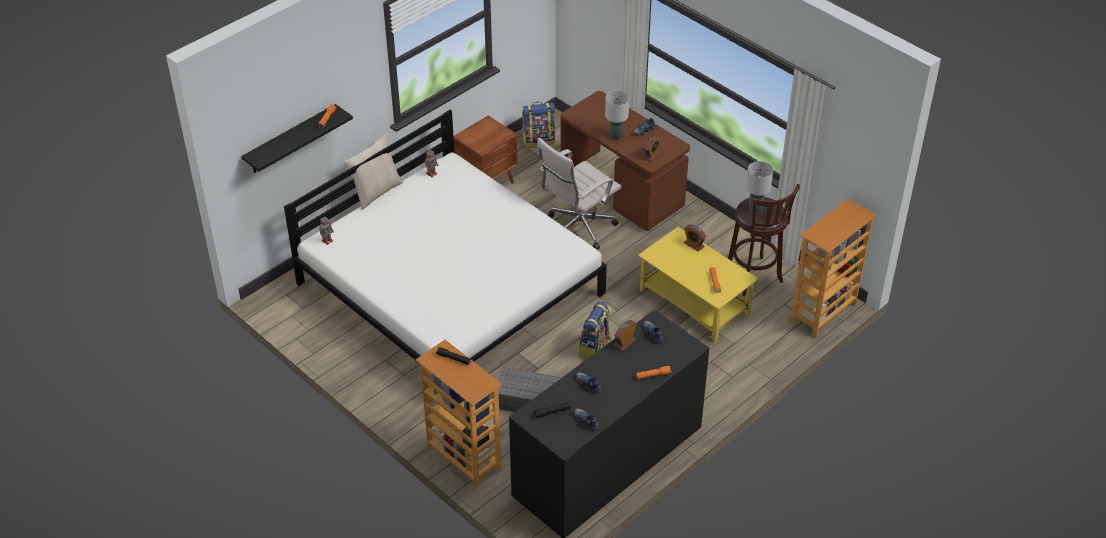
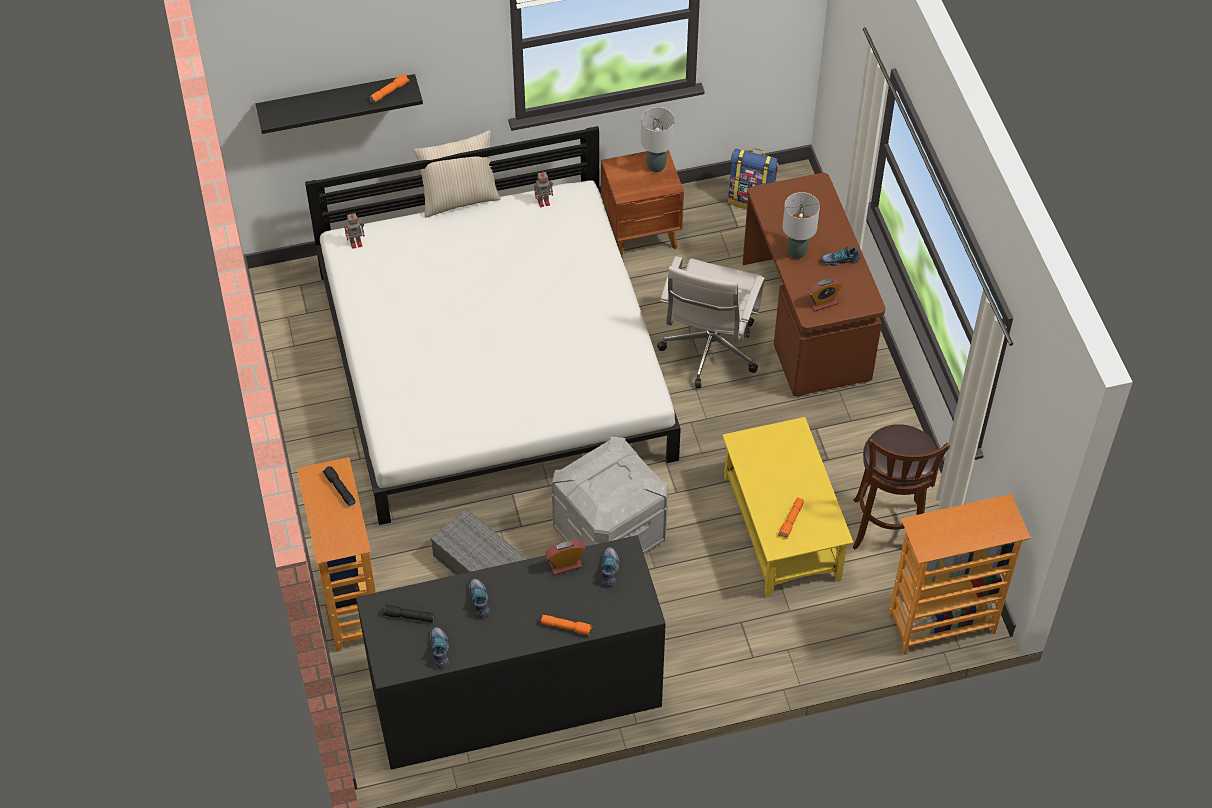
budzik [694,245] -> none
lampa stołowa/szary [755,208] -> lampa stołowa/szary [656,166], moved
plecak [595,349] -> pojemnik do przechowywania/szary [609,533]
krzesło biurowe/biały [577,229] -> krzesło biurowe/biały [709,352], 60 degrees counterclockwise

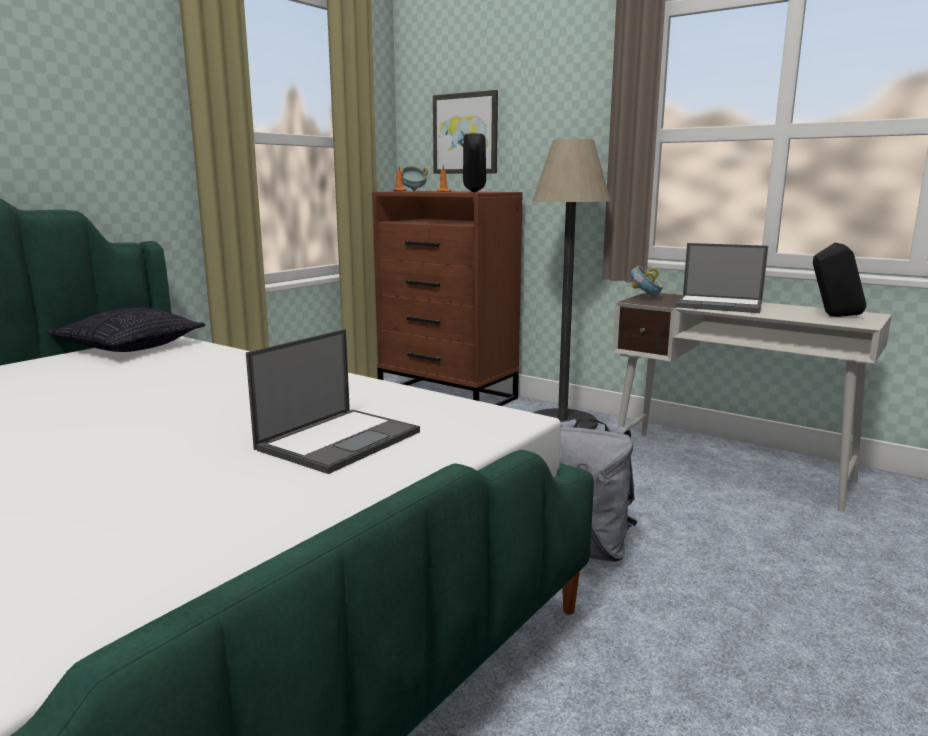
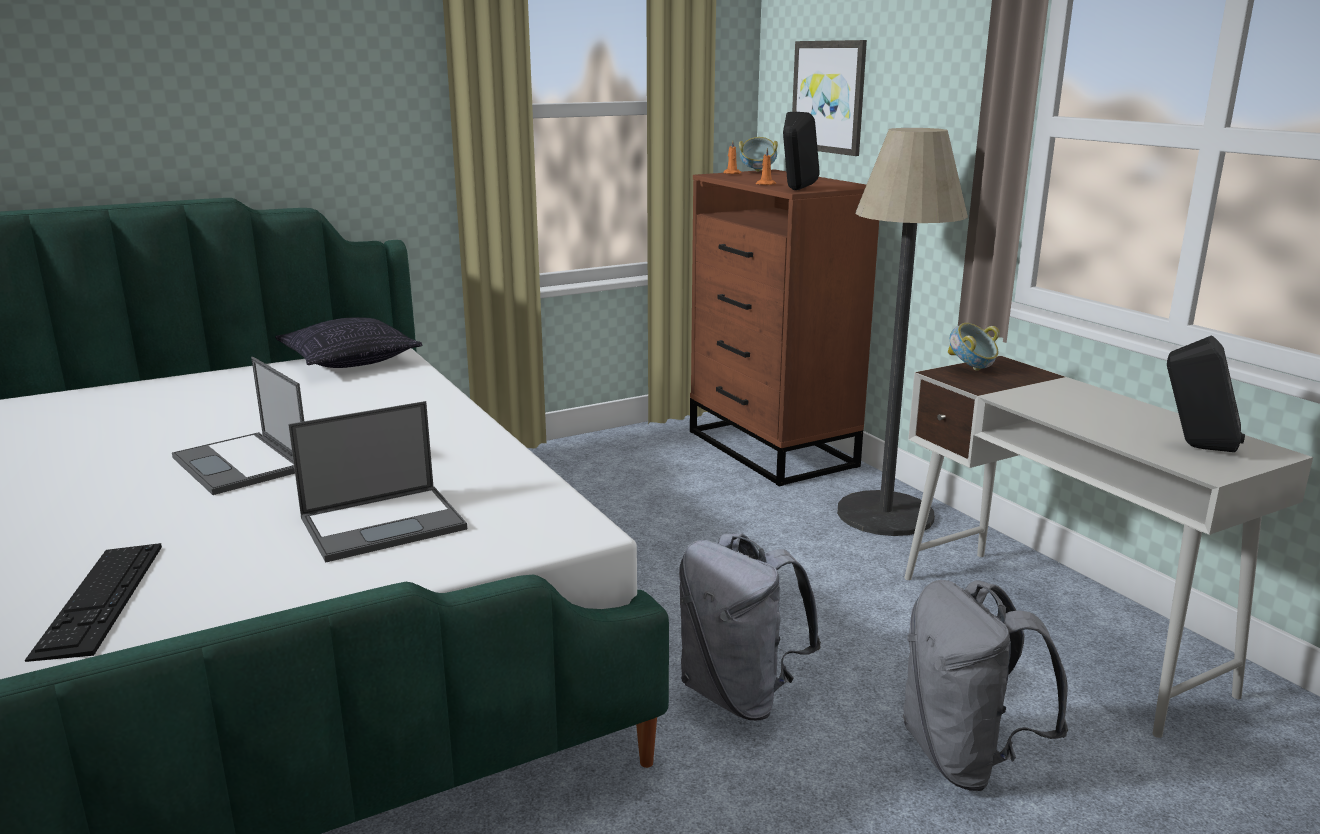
none -> klawiatura [100,598]
none -> plecak/szary [965,758]
laptop [720,305] -> laptop [242,464], moved

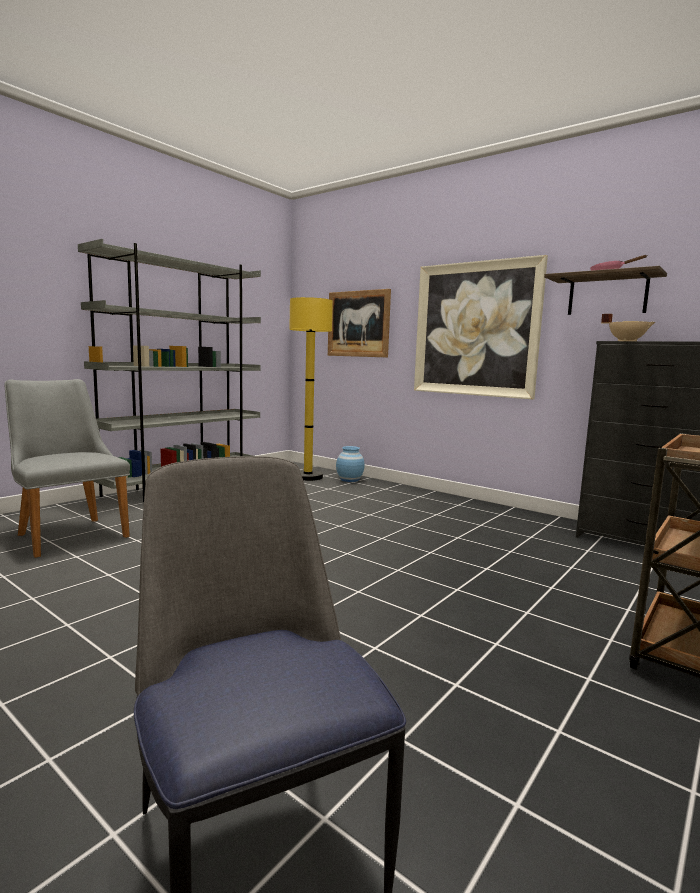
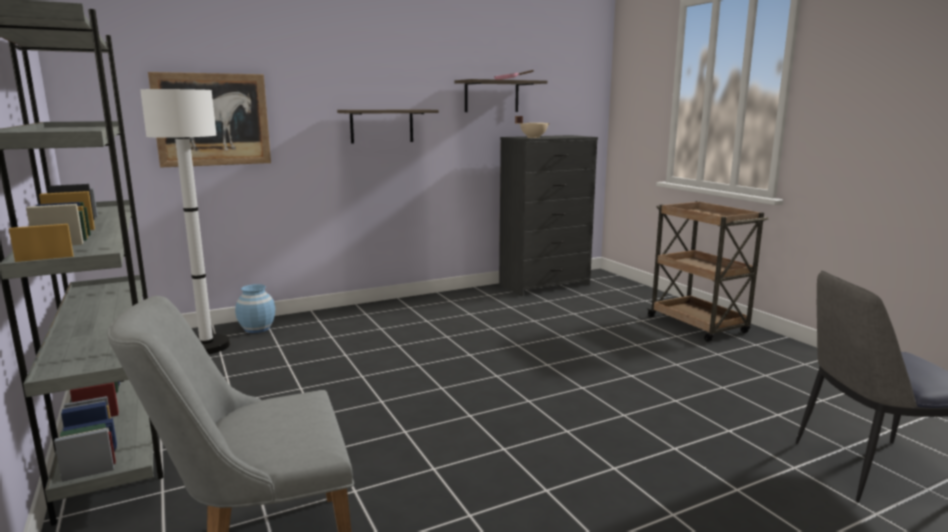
obraz [475,329] -> półka [382,126]
lampa stojąca/żółty [307,477] -> lampa stojąca/biały [207,346]

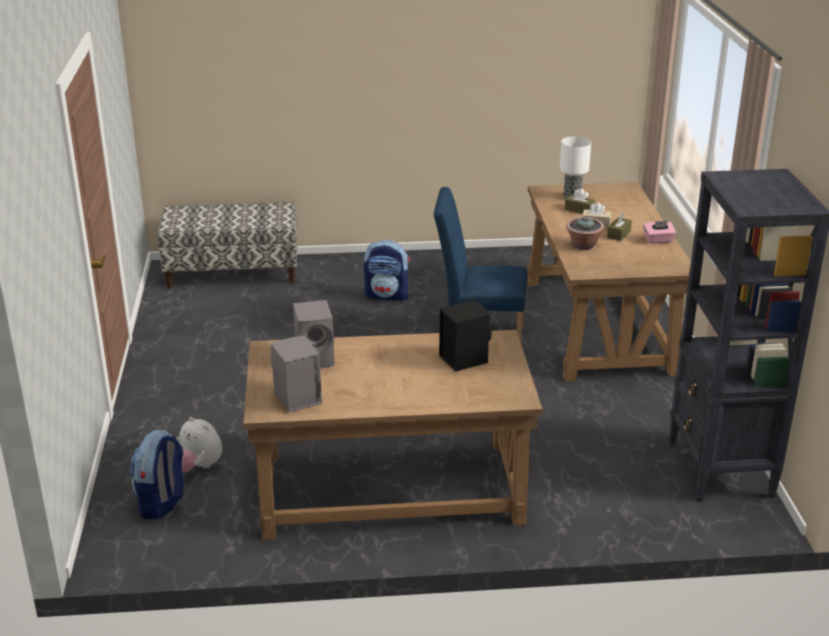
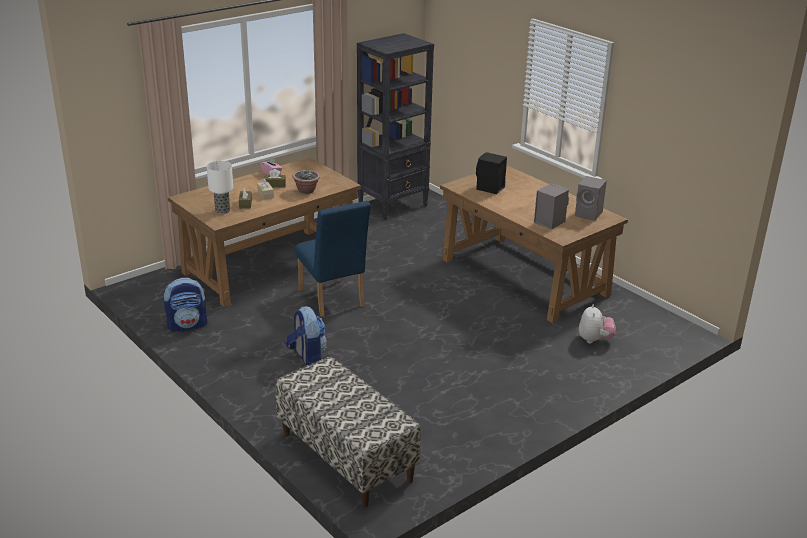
plecak [162,503] -> plecak [187,325], moved

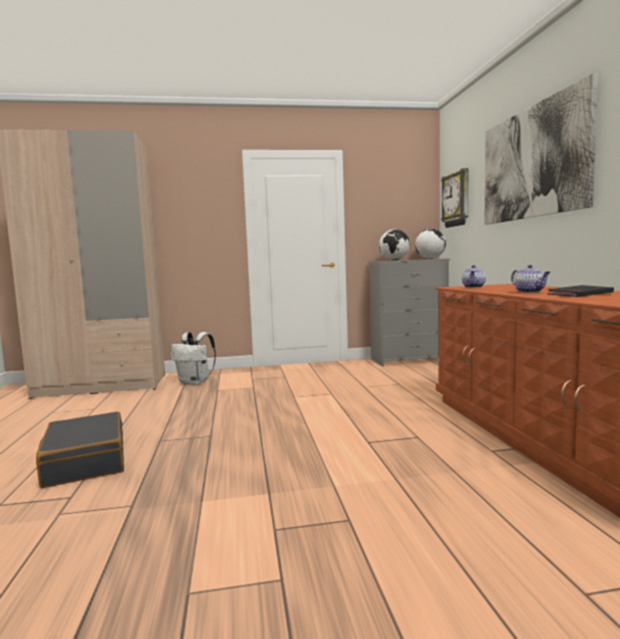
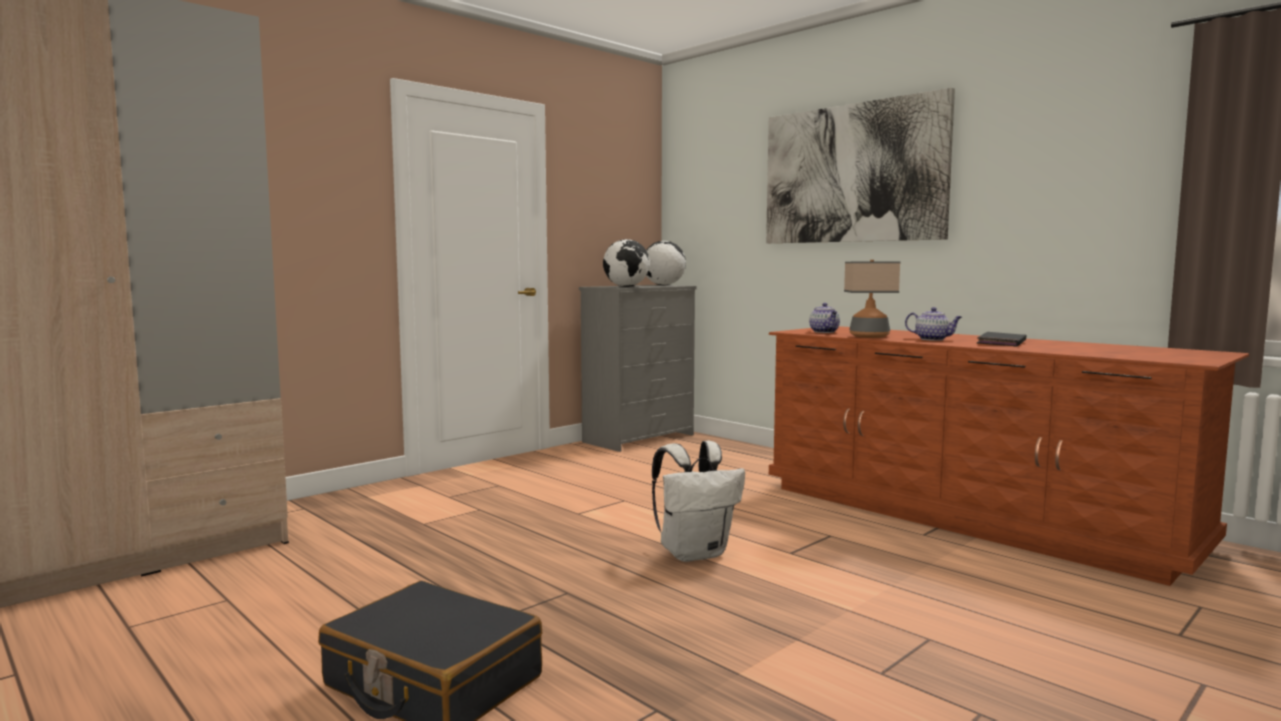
zegar ścienny [457,199] -> none
none -> lampa stołowa [869,336]
plecak/biały [195,382] -> plecak/biały [695,553], moved

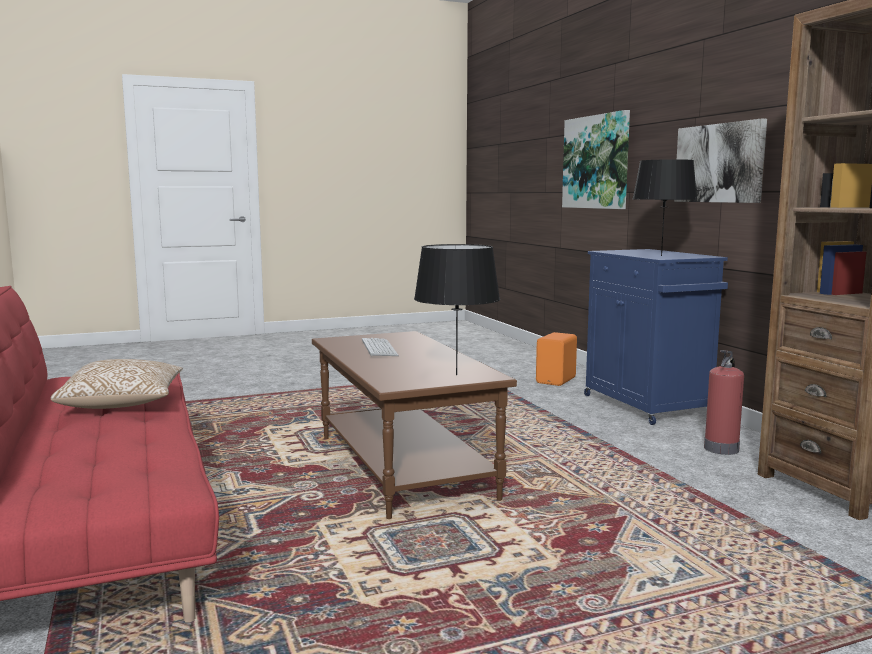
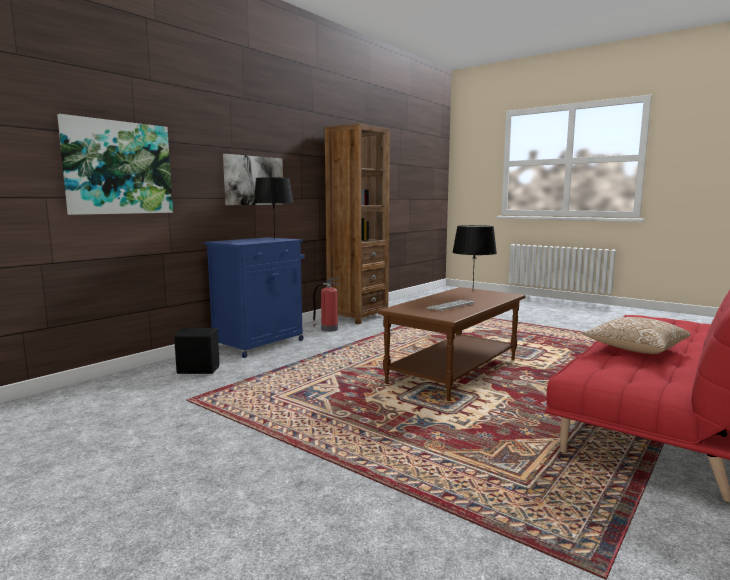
głośnik/pomarańczowy [557,380] -> głośnik/czarny [198,370]

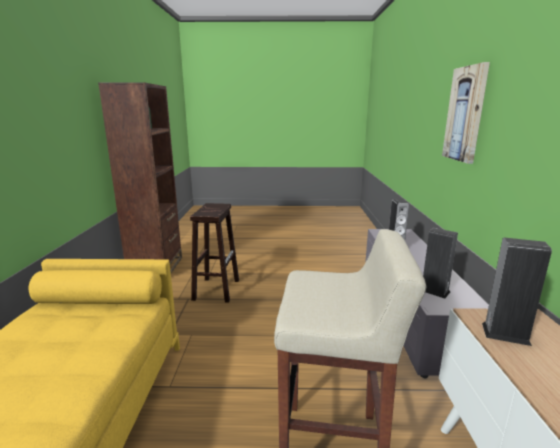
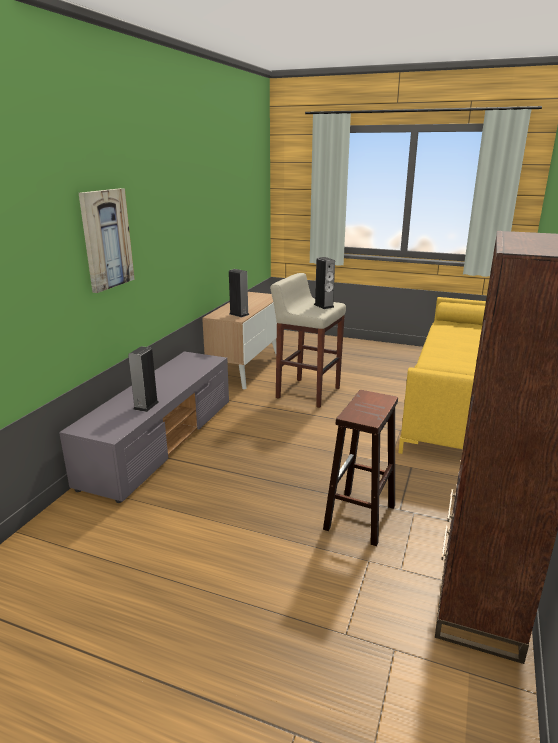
głośnik [434,291] -> głośnik [324,306], moved

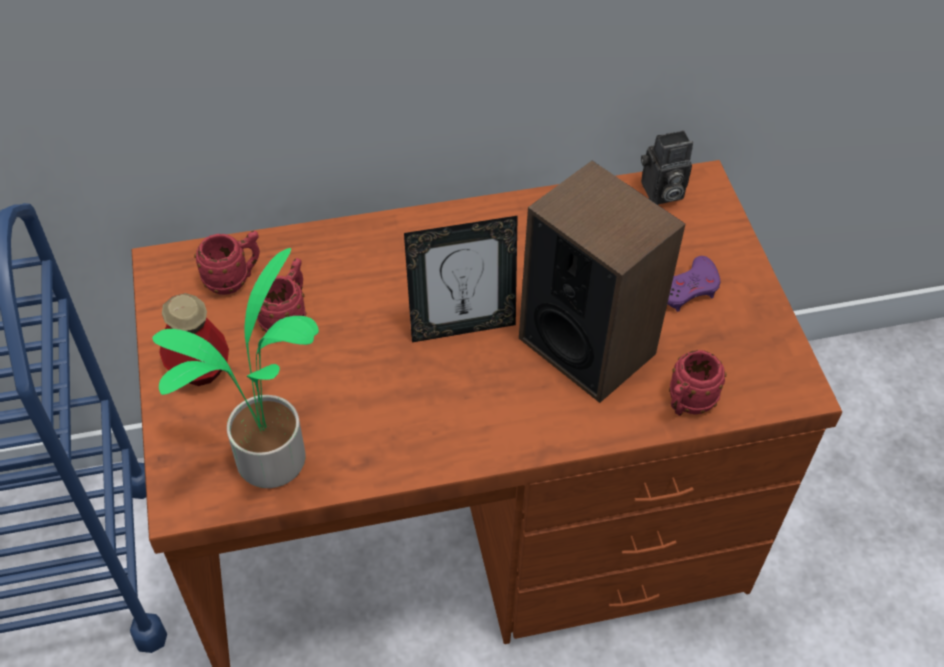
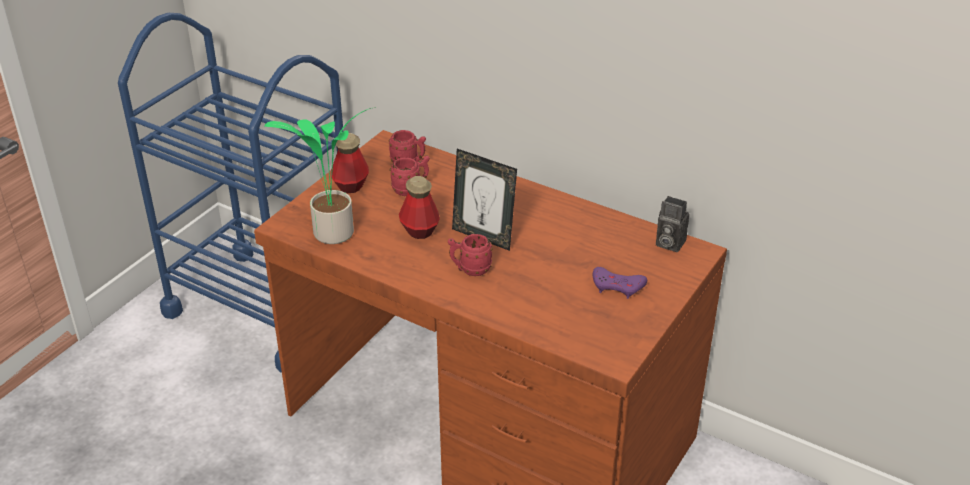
głośnik [587,345] -> none
none -> butelka [419,230]
kubek/czerwony [687,404] -> kubek/czerwony [470,269], moved

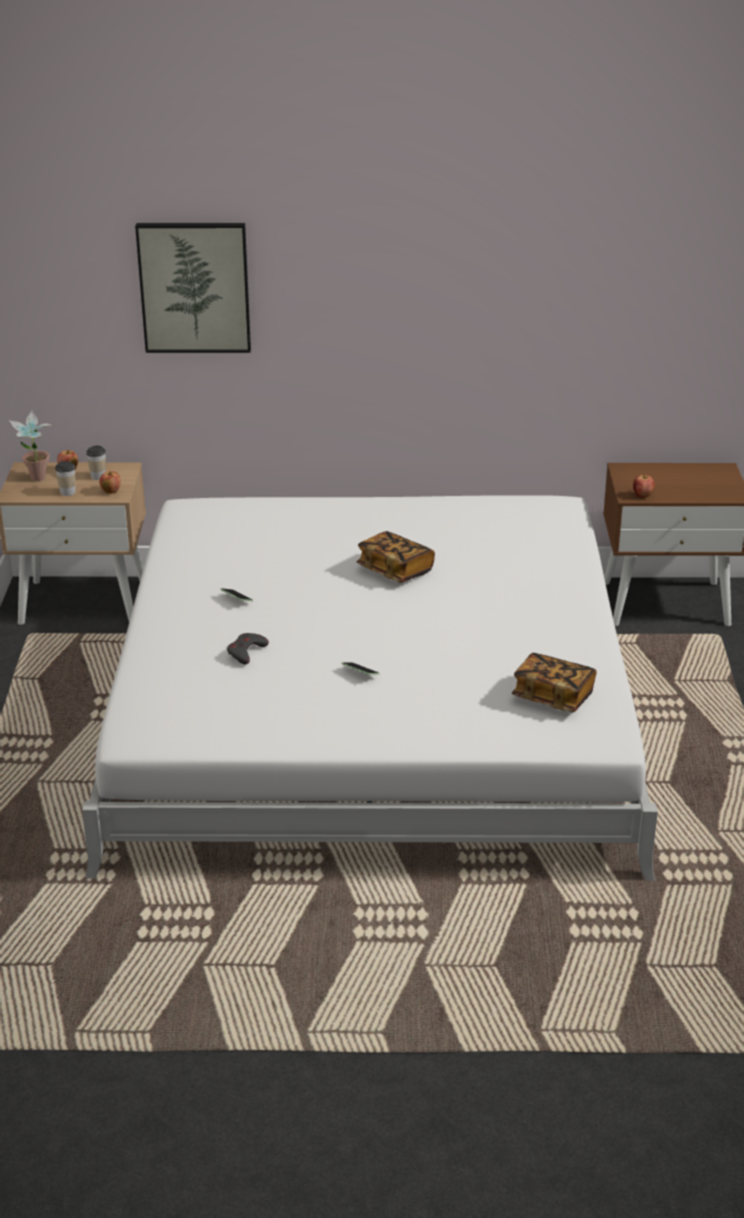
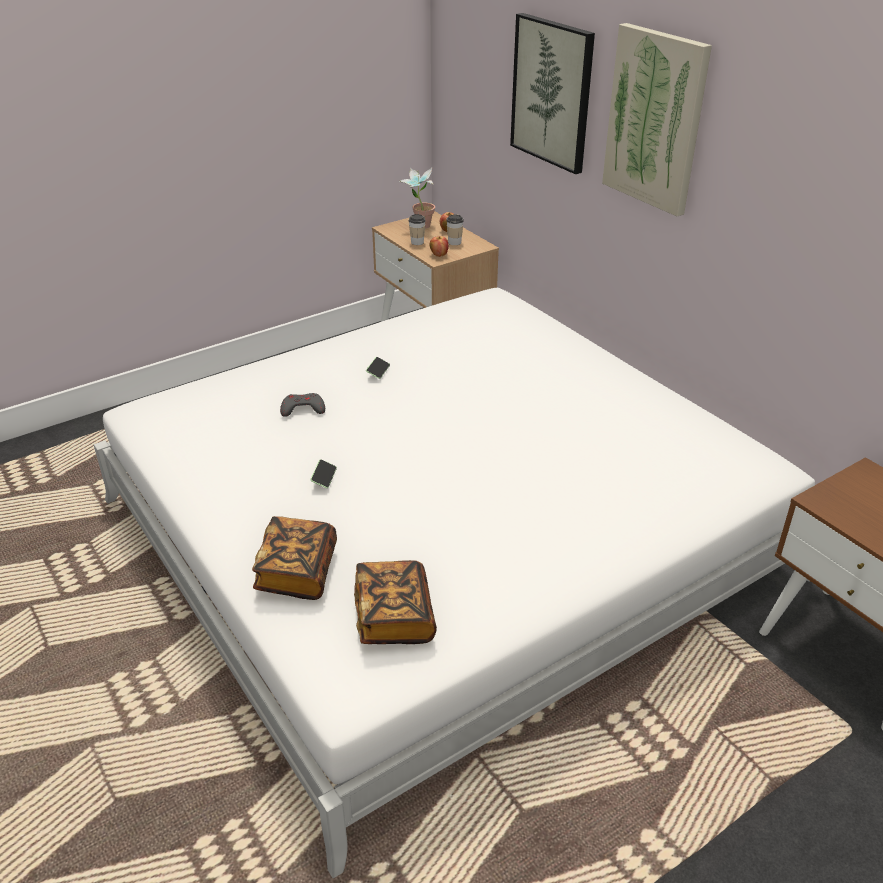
jabłko [642,496] -> none
none -> obraz [655,119]
książka [395,570] -> książka [297,572], moved

